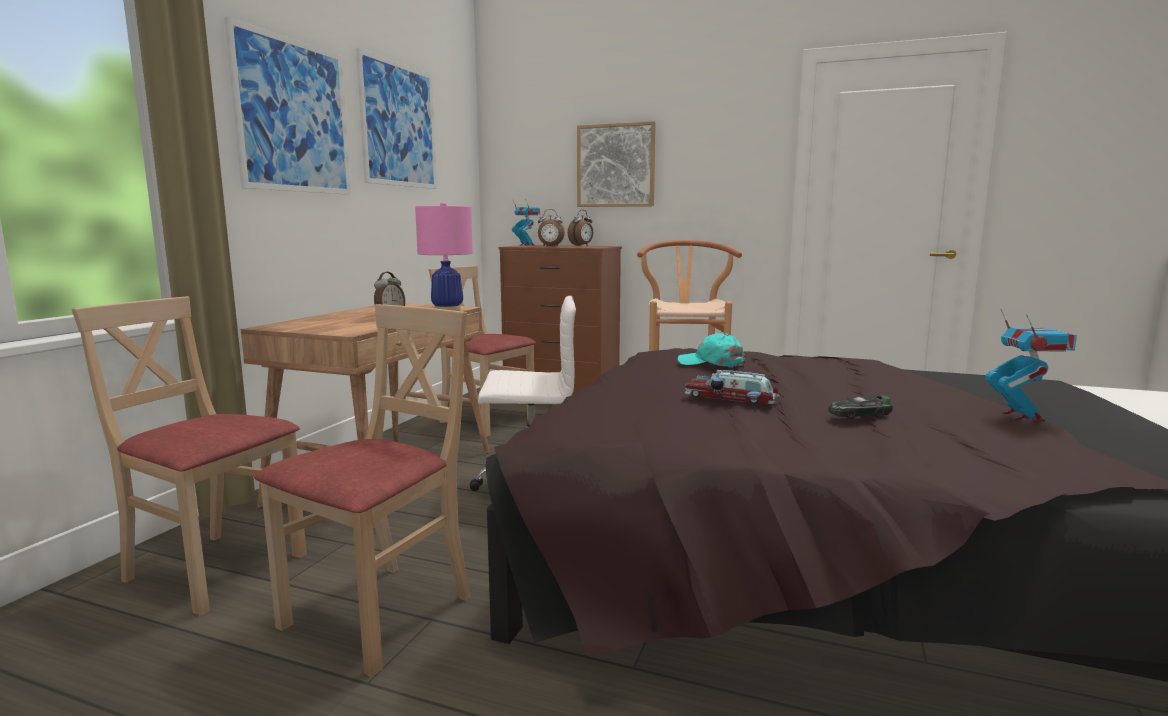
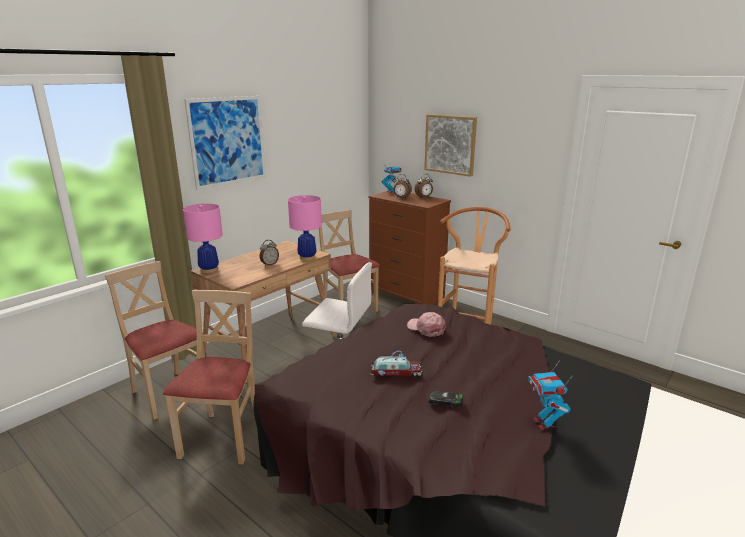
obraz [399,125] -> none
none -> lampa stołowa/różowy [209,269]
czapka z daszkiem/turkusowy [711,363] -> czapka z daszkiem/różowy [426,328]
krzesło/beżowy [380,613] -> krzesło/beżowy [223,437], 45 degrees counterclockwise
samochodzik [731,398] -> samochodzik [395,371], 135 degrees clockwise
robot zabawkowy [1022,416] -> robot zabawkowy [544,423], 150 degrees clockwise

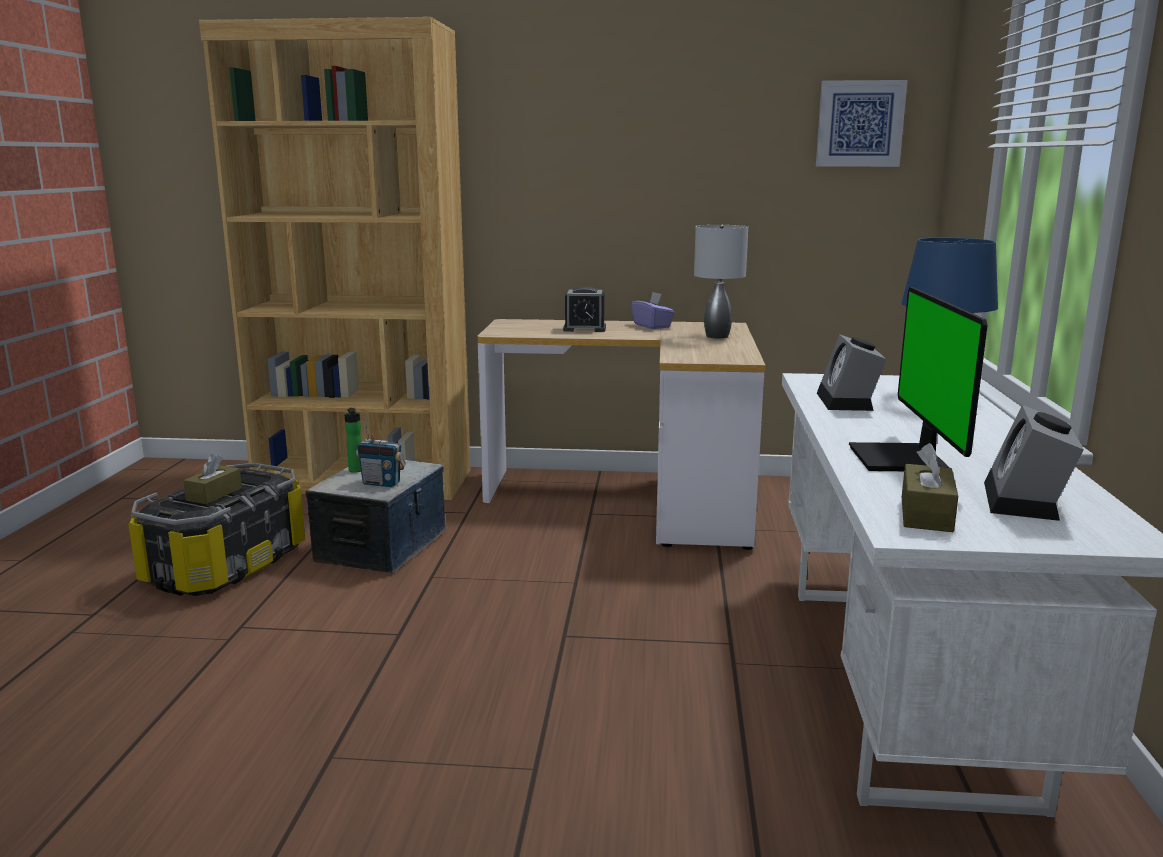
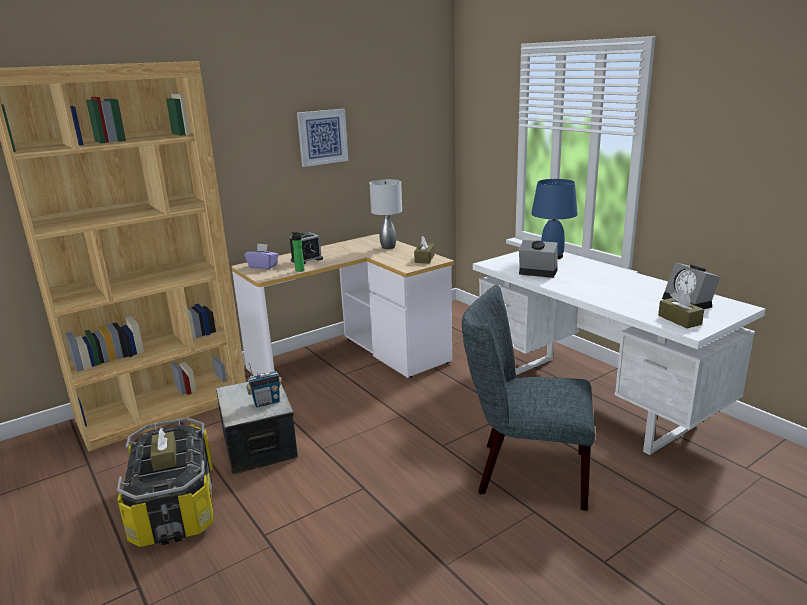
monitor [902,459] -> none
none -> pudełko chusteczek/brązowy [424,259]
none -> krzesło/szary [524,472]
butelka [356,471] -> butelka [301,270], moved
pudełko chusteczek/fioletowy [652,326] -> pudełko chusteczek/fioletowy [263,266], moved
obraz [860,124] -> obraz [322,137], moved
budzik [848,402] -> budzik [536,273], 150 degrees clockwise

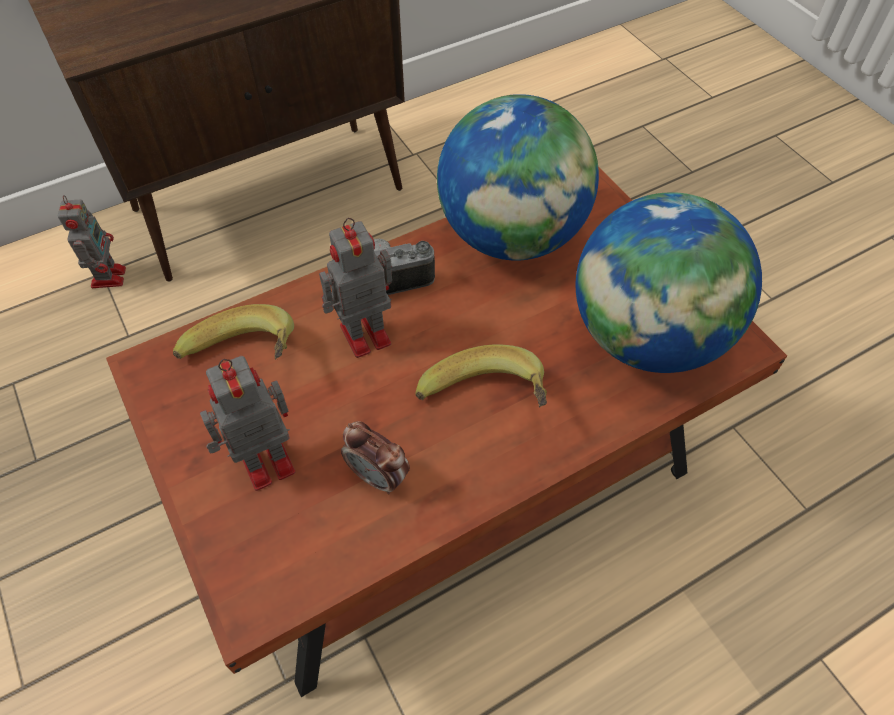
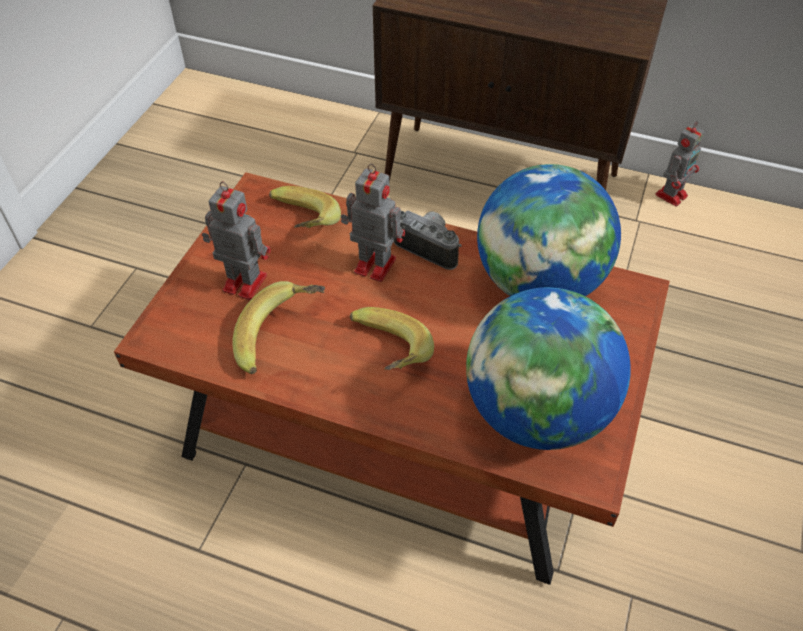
robot zabawkowy [109,275] -> robot zabawkowy [672,194], moved
budzik [378,476] -> banan [282,338]

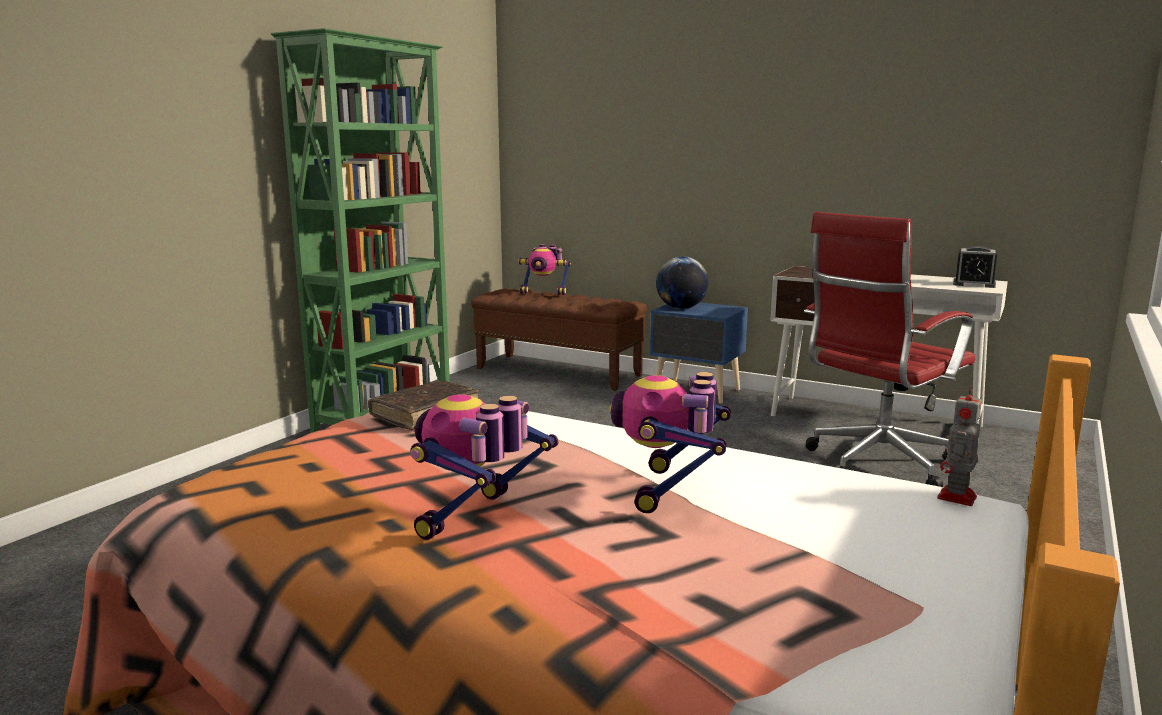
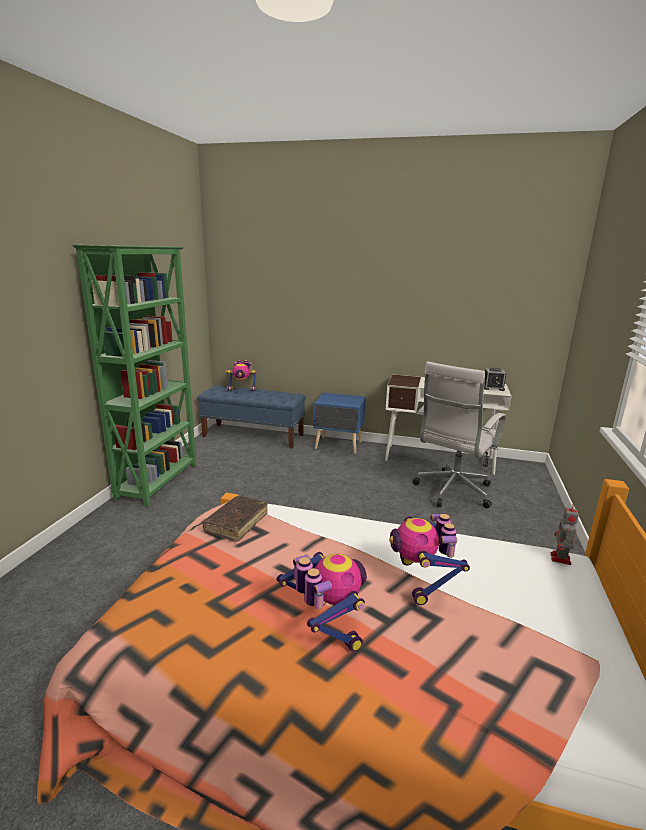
globus [681,308] -> none
ławka/brązowy [558,372] -> ławka/niebieski [253,436]
krzesło biurowe/czerwony [875,465] -> krzesło biurowe/biały [452,492]
robot zabawkowy [477,519] -> robot zabawkowy [325,627], 135 degrees clockwise

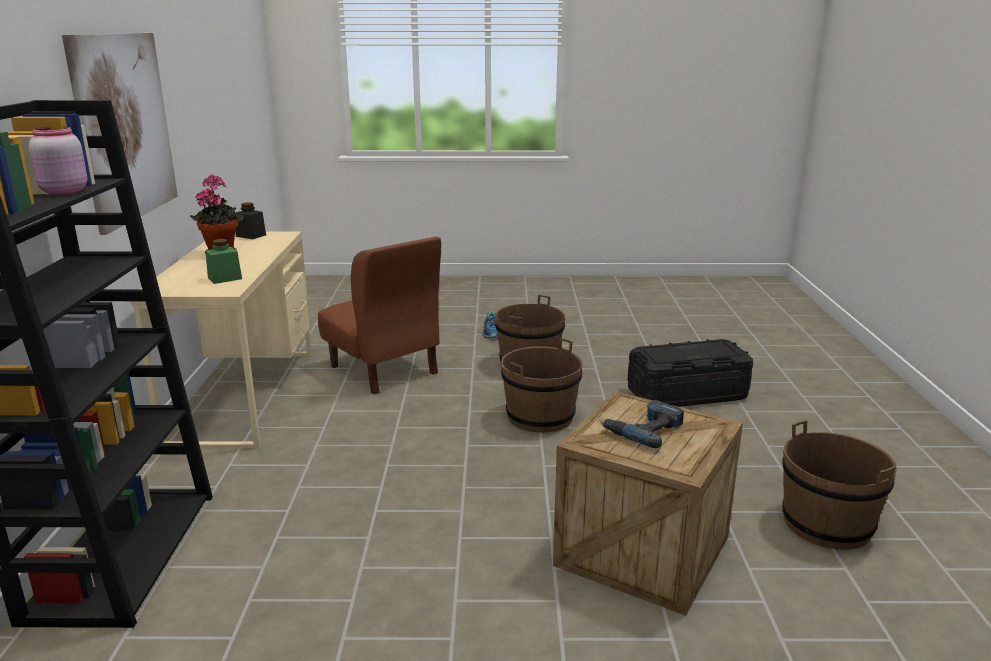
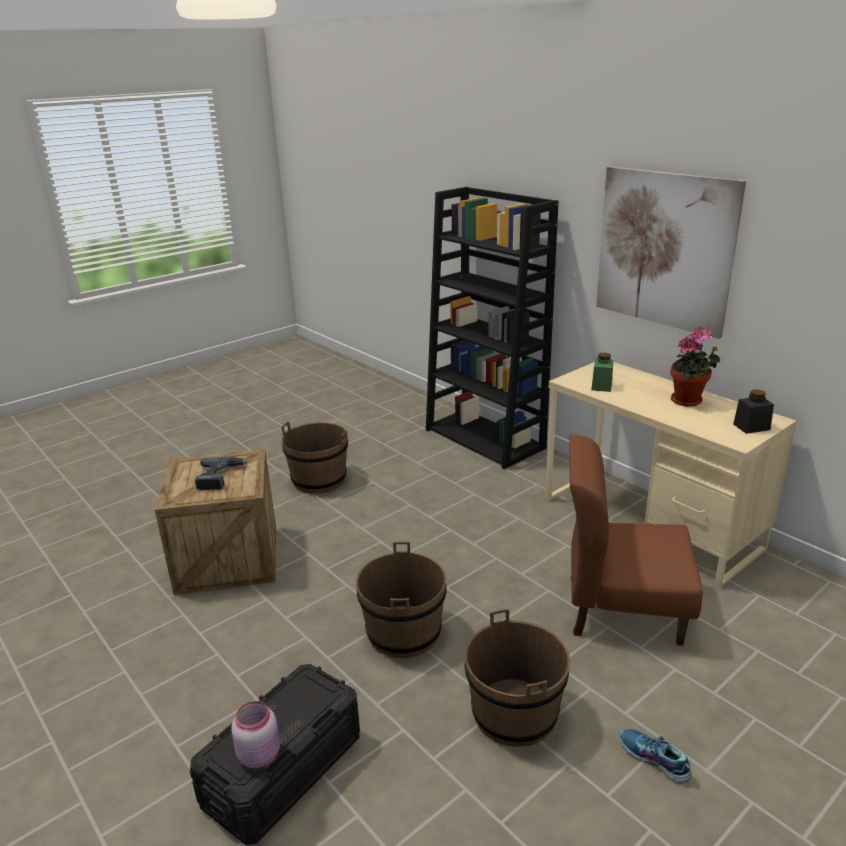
słoik/różowy [62,191] -> słoik/różowy [260,754], moved
wiadro/brązowy [826,524] -> wiadro/brązowy [319,479], moved

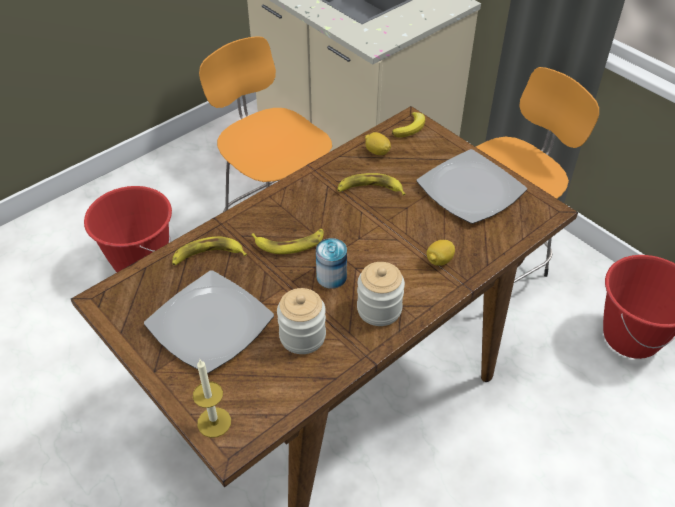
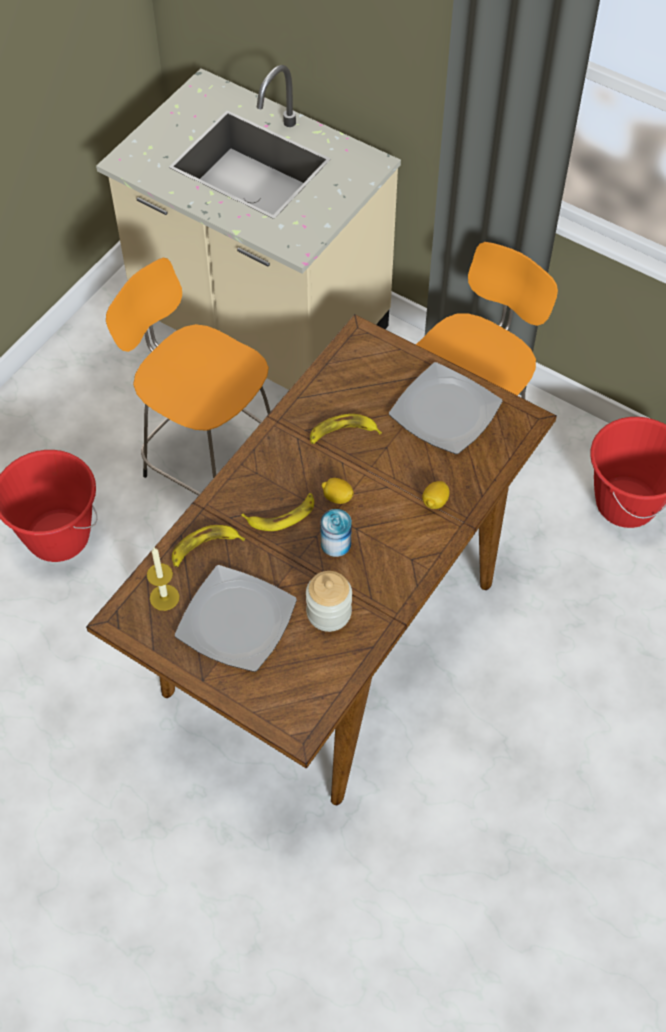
słoik [379,309] -> none
banan [410,128] -> none
świeca [214,422] -> świeca [164,597], moved
cytryna [377,152] -> cytryna [337,497], moved

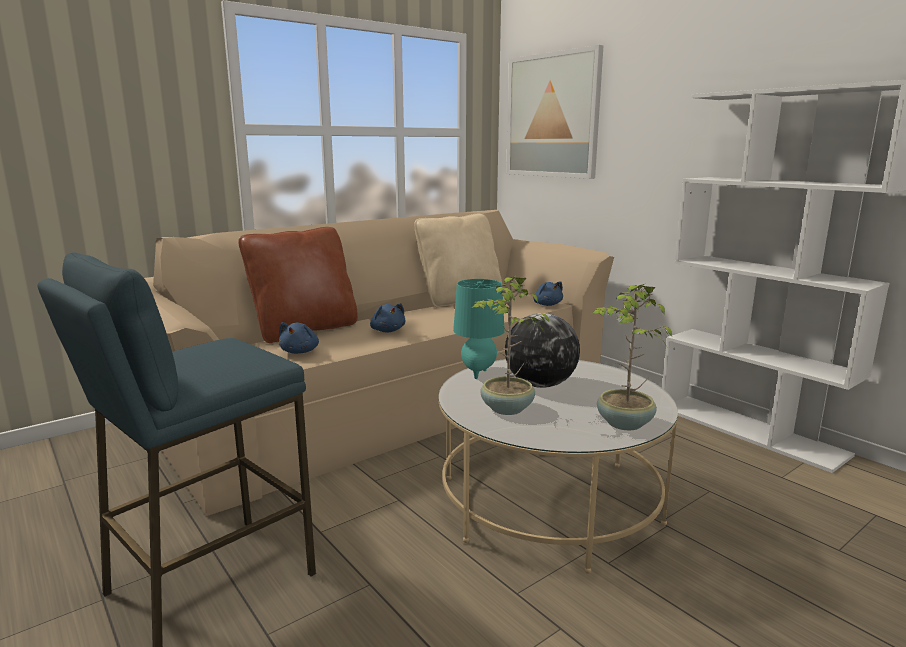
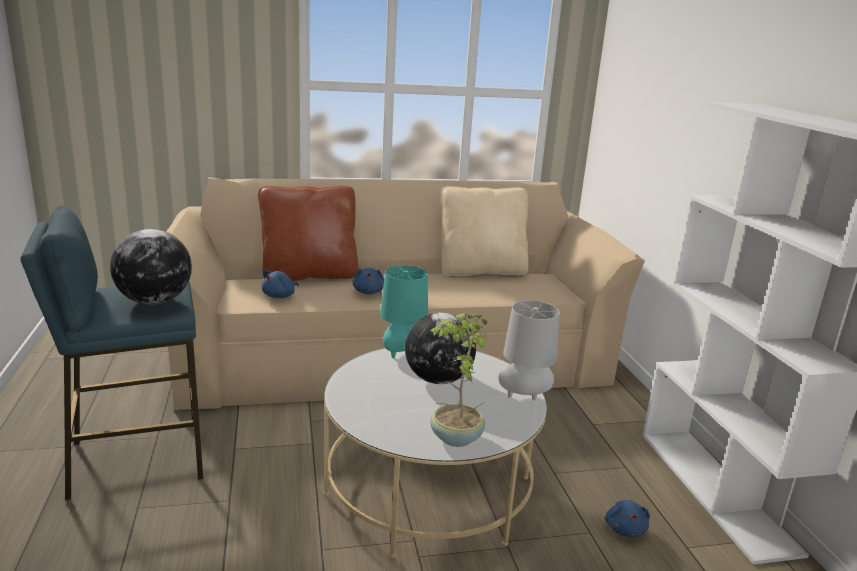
roślina doniczkowa [506,409] -> none
obraz [552,116] -> none
none -> globus [155,301]
none -> lampa stołowa/szary [524,396]
pluszak/niebieski [547,304] -> pluszak/niebieski [625,528], moved

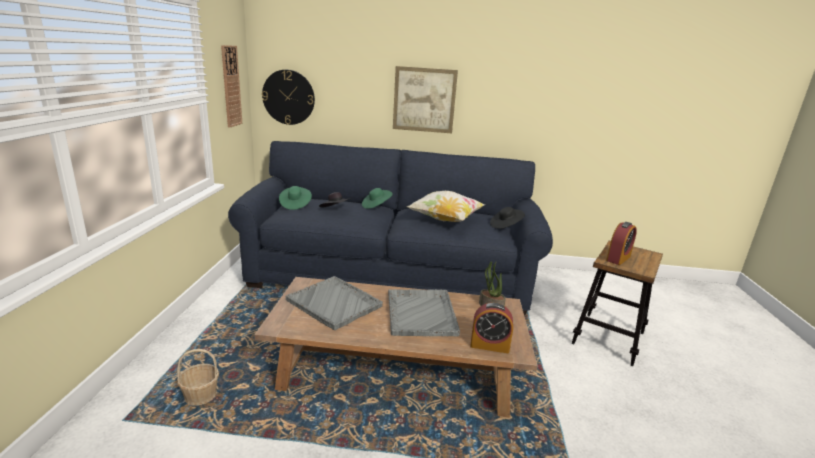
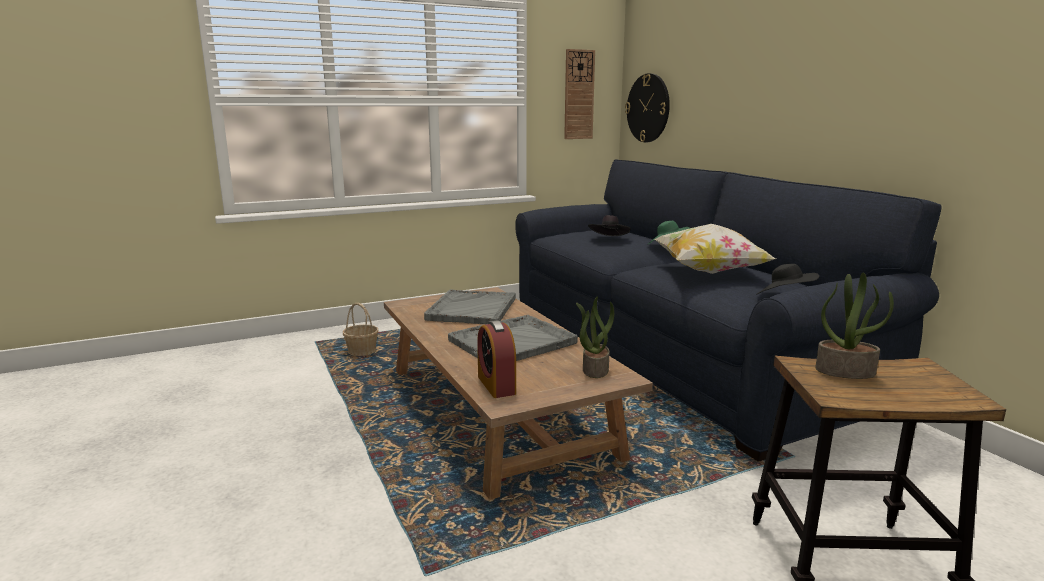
kapelusz/zielony [295,205] -> none
obraz [424,100] -> none
budzik [618,258] -> roślina doniczkowa [845,371]

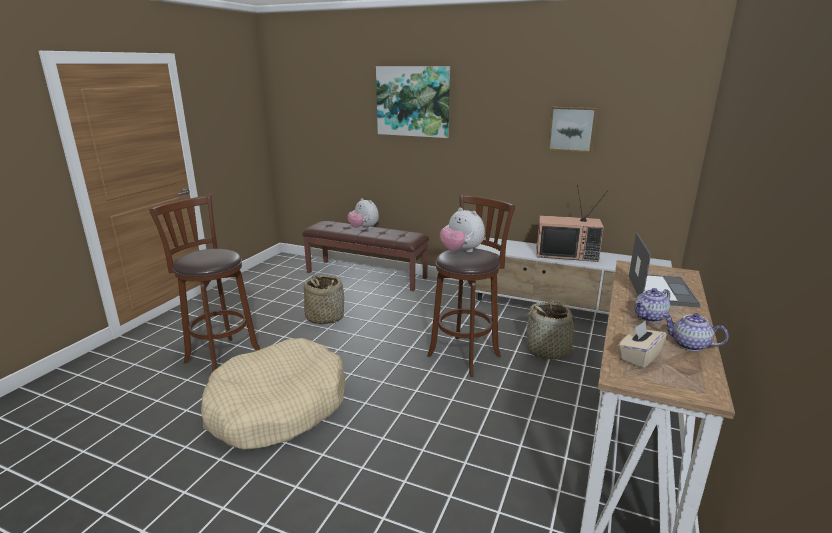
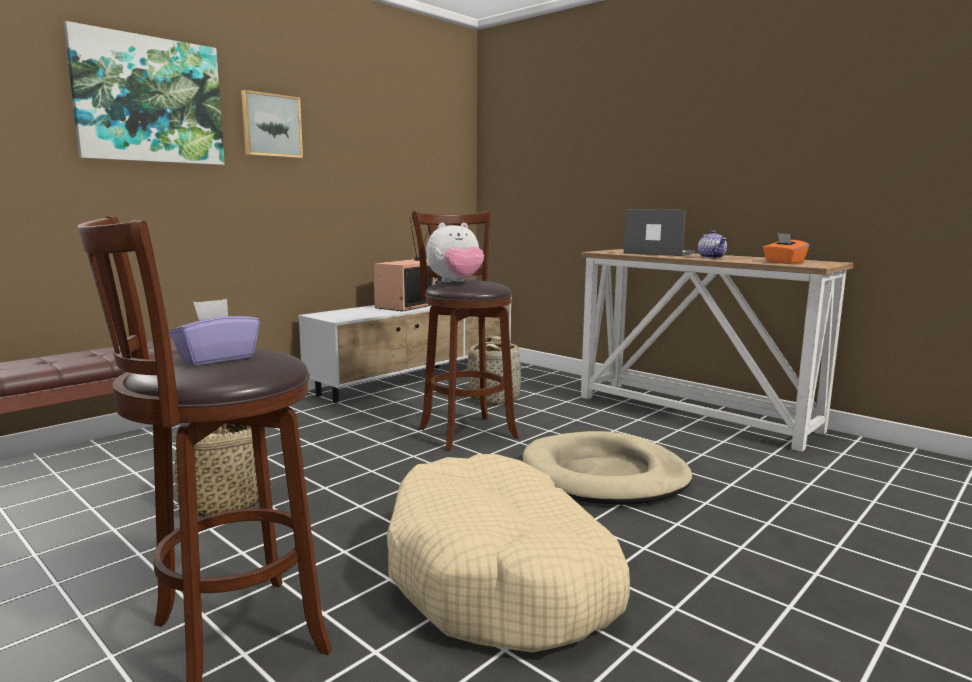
pluszak [363,228] -> none
imbryk [689,345] -> none
none -> pudełko chusteczek/fioletowy [217,358]
none -> legowisko/beżowy [604,476]
obraz [572,129] -> obraz [271,125], moved
pudełko chusteczek/beżowy [638,357] -> pudełko chusteczek/pomarańczowy [783,262]

